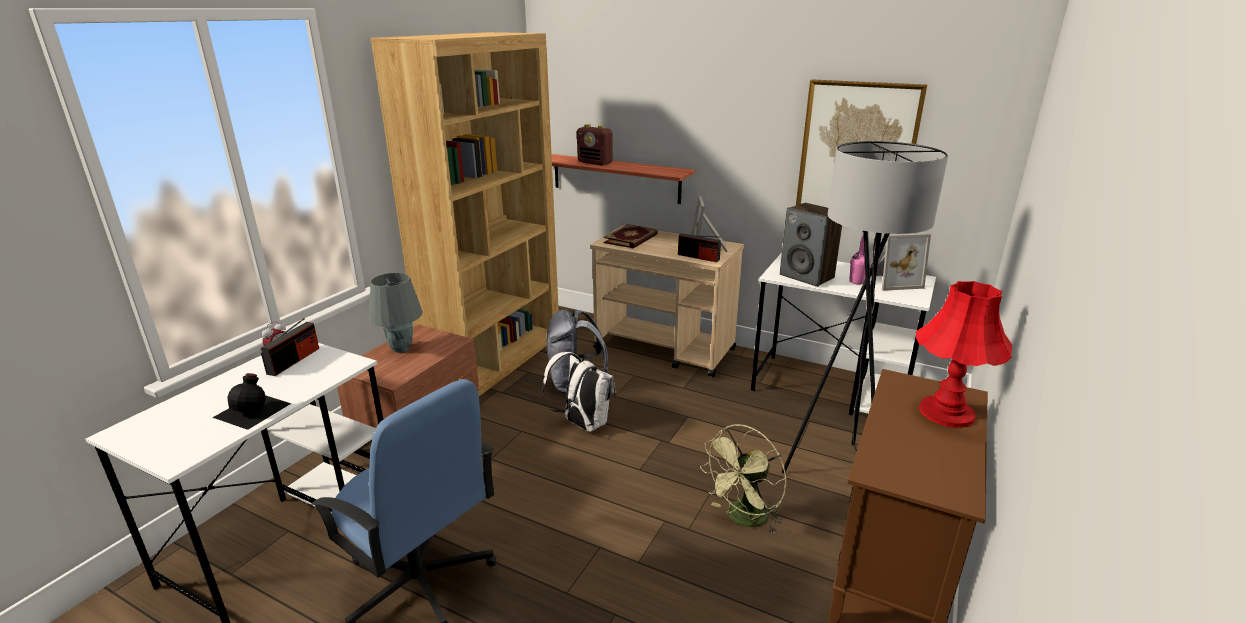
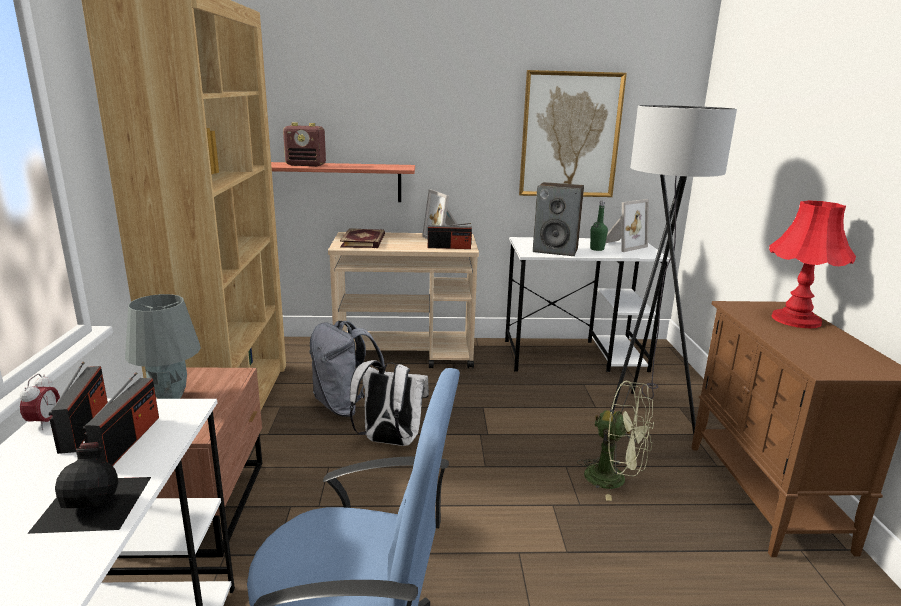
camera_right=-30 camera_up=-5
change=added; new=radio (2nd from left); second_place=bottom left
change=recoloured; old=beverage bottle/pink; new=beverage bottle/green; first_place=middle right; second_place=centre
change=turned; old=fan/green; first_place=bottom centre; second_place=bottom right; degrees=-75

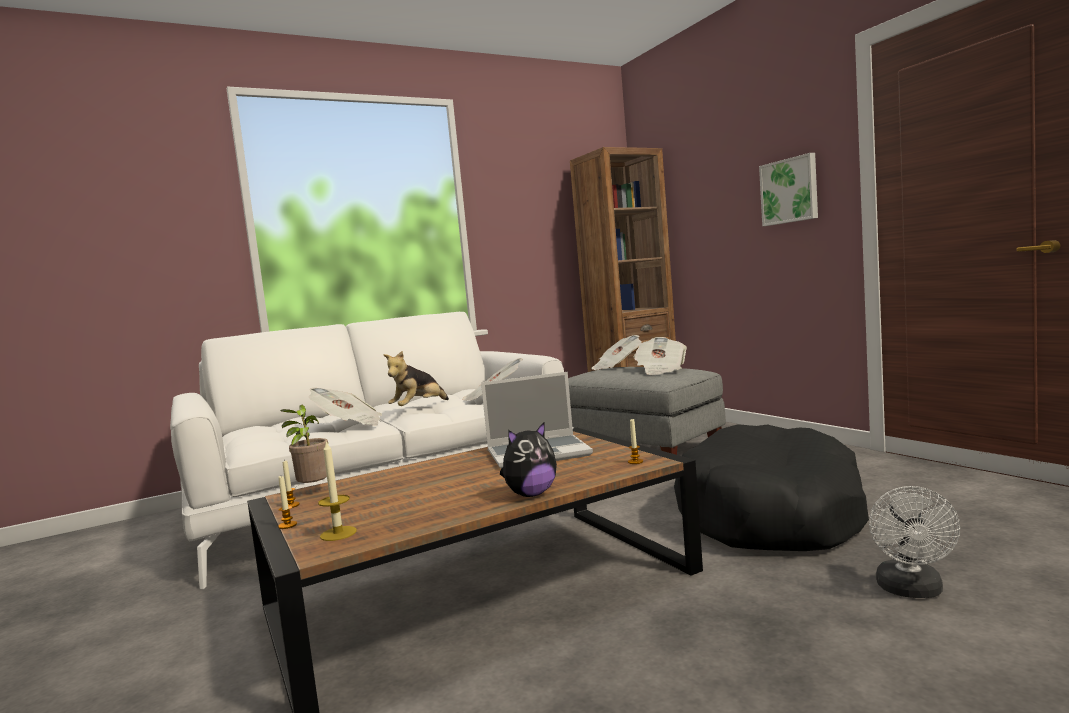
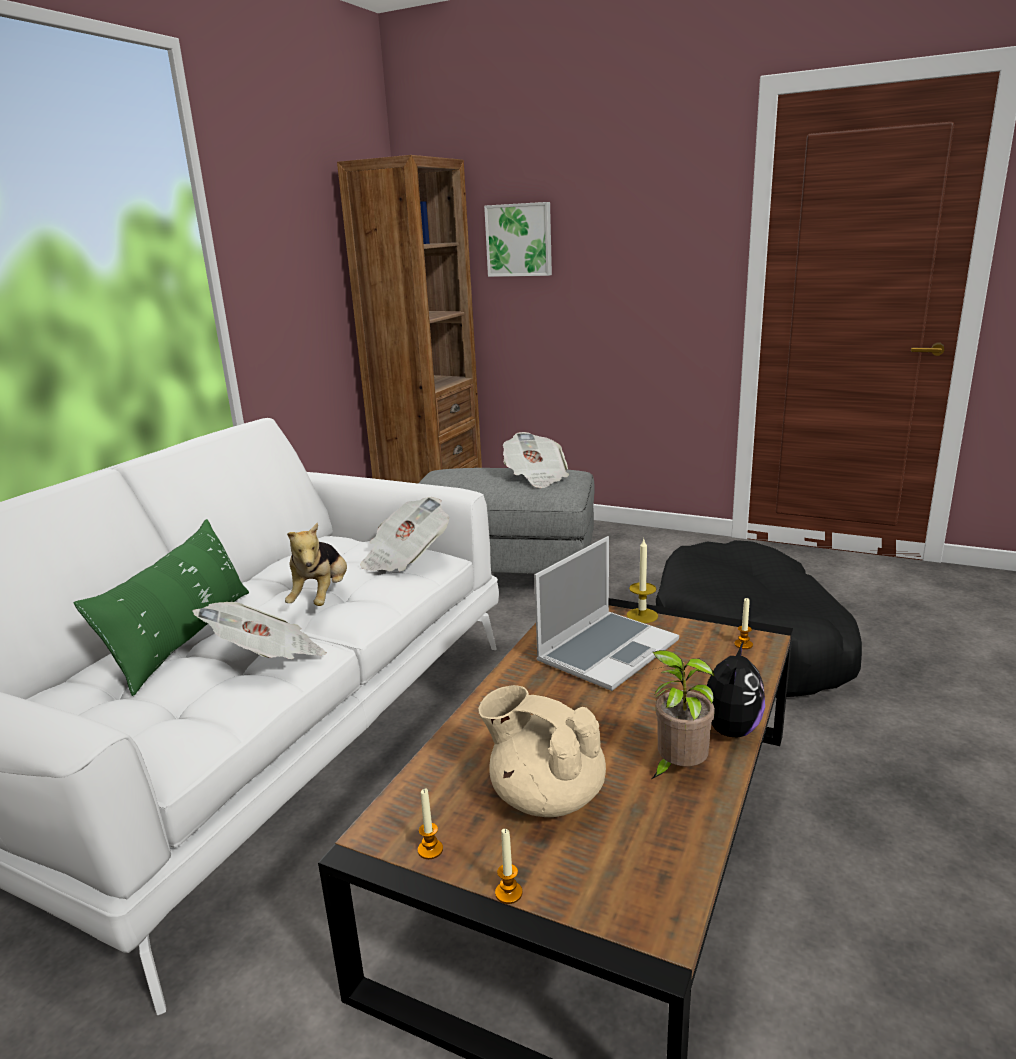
camera_right=-35 camera_up=15
change=removed; old=newspaper (3rd from left); first_place=centre
change=removed; old=fan/whitish; first_place=bottom right
change=added; new=throw pillow/green; second_place=middle left
change=added; new=pot for tea/sand-coloured; second_place=bottom centre
change=moved; old=houseplant; first_place=middle left; second_place=bottom right
change=moved; old=wax light (3rd from left); first_place=bottom left; second_place=centre
change=moved; old=picture; first_place=top right; second_place=top centre

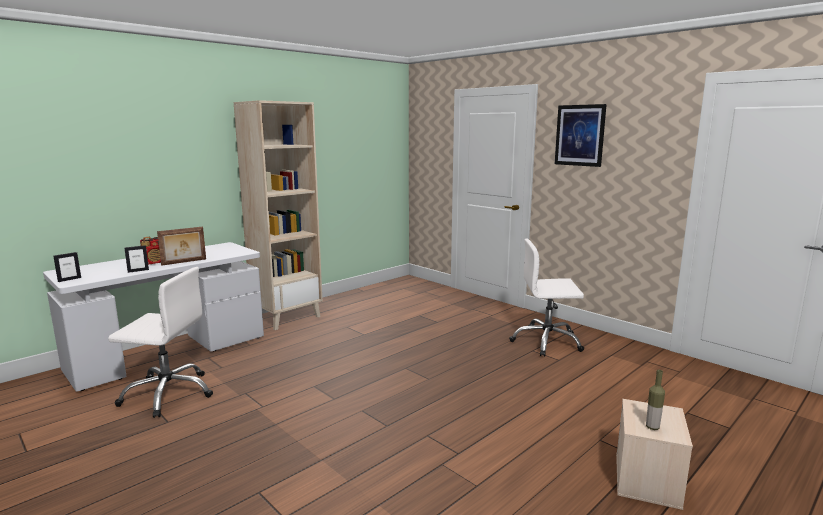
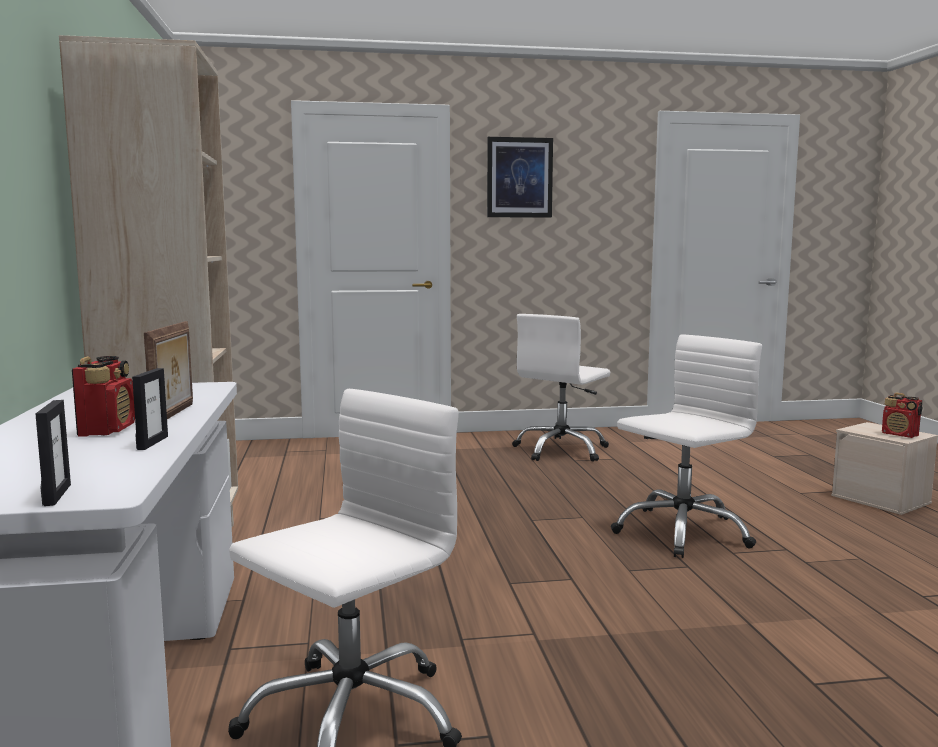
camera_right=-55 camera_up=-5
change=added; new=office chair/whitish (3rd from left); second_place=middle right
change=replaced; old=beverage bottle; new=radio (2nd from left); first_place=bottom right; second_place=middle right

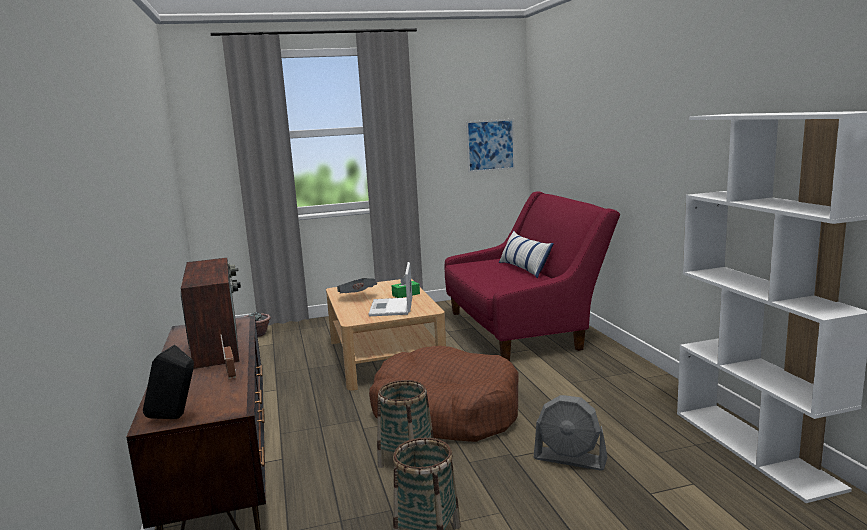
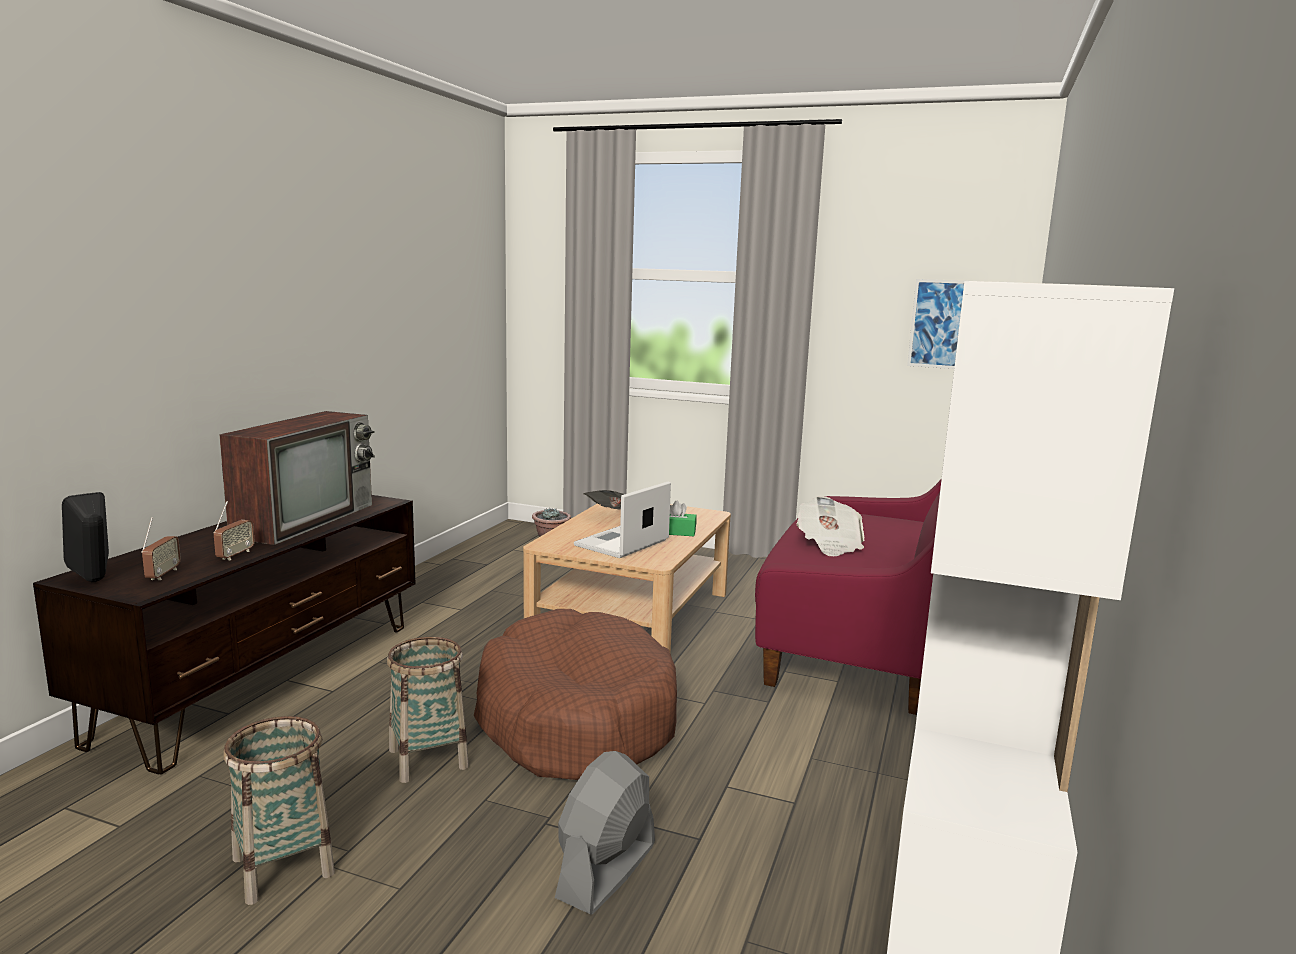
camera_right=35 camera_up=0
change=removed; old=throw pillow; first_place=centre
change=added; new=radio (1st from left); second_place=middle left
change=added; new=newspaper (2nd from left); second_place=centre
change=turned; old=fan/grey; first_place=bottom centre; second_place=bottom centre; degrees=60

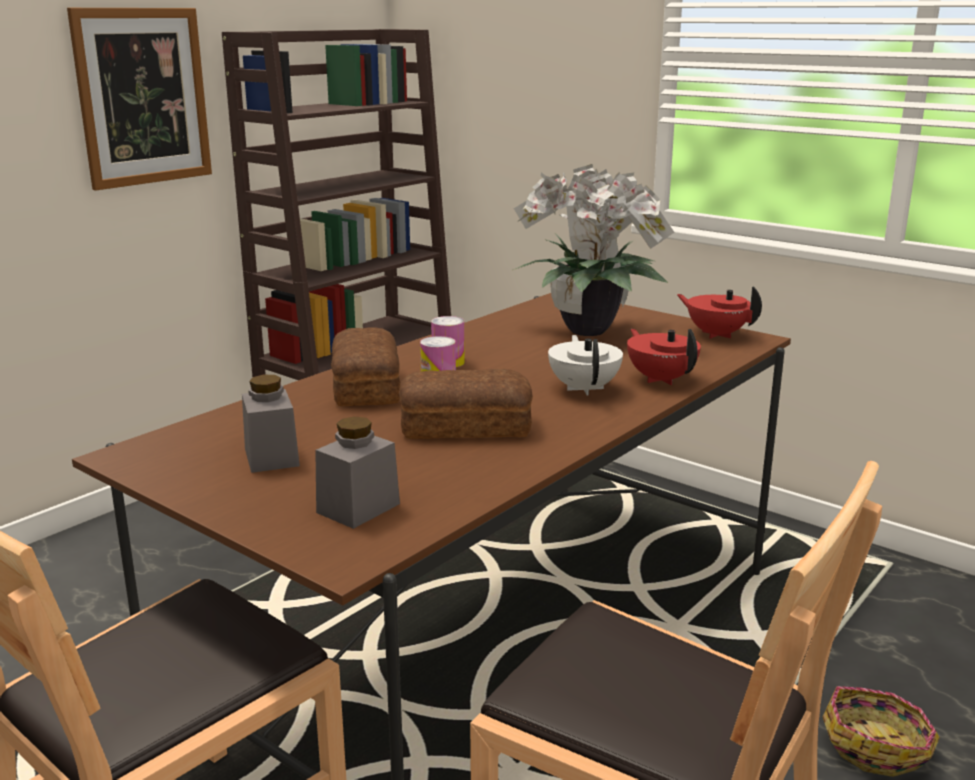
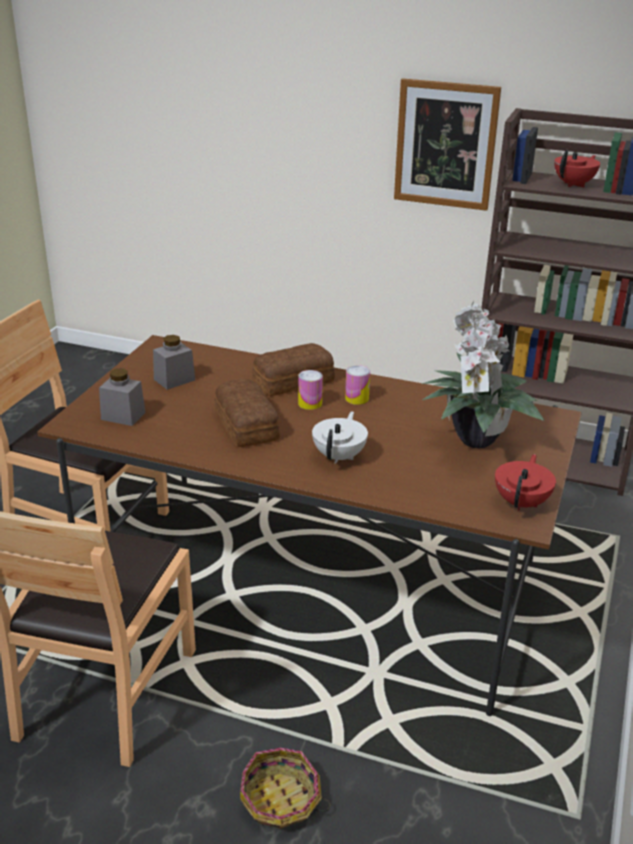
camera_right=70 camera_up=10
change=moved; old=pot for tea/red-coloured (1st from left in the first image); new=pot for tea/red-coloured (2nd from left); first_place=middle right; second_place=top right
change=turned; old=pot for tea/whitish; first_place=centre; second_place=centre; degrees=-45

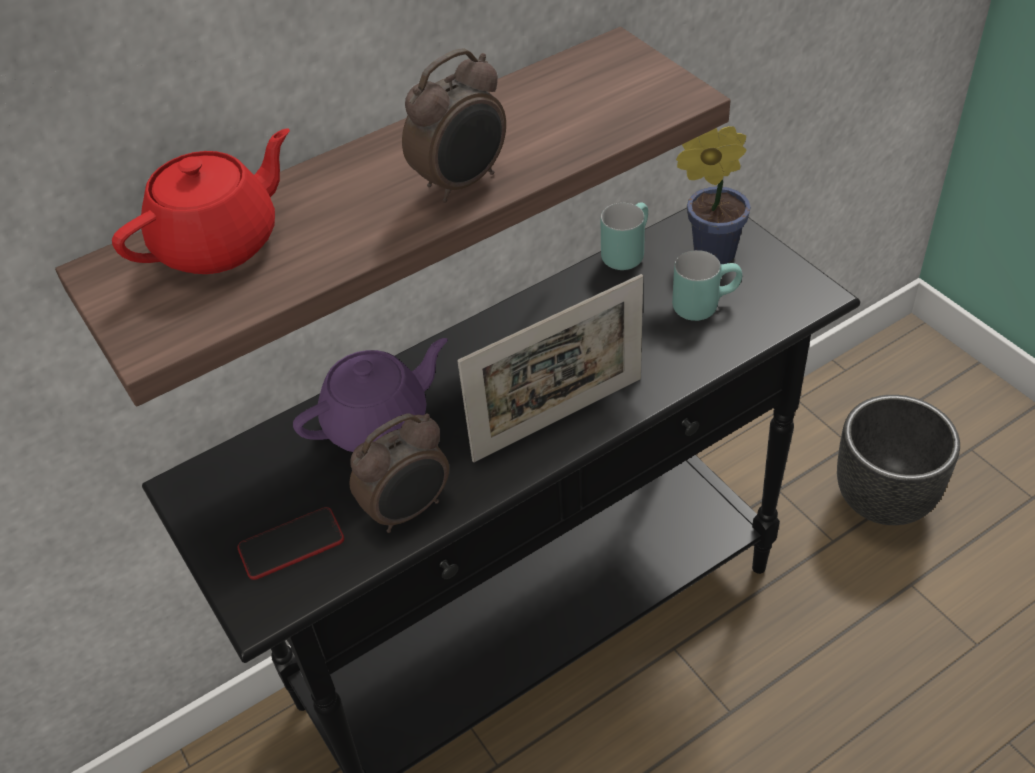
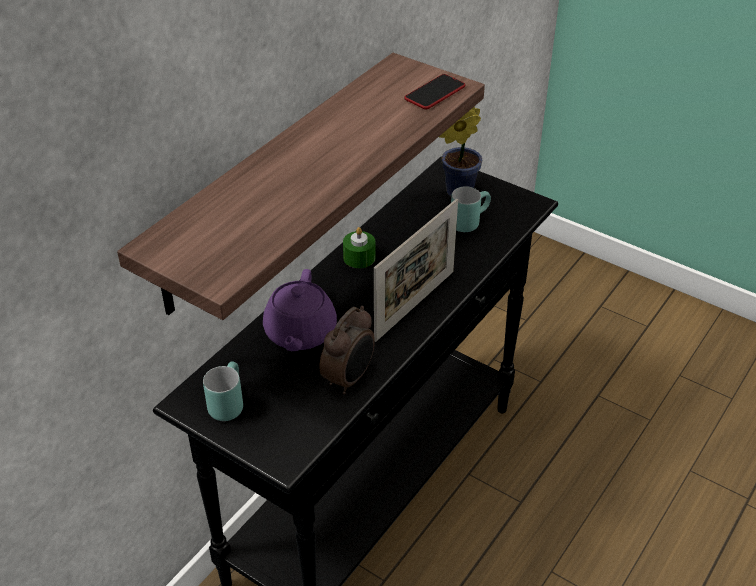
camera_right=-25 camera_up=-5
change=removed; old=pot for tea/red-coloured; first_place=top left
change=removed; old=bedside clock (2nd from left); first_place=top centre
change=removed; old=flower pot/blackish; first_place=middle right
change=added; new=wax light/green; second_place=centre
change=moved; old=handset; first_place=bottom left; second_place=top centre
change=moved; old=mug/turquoise-coloured (1st from left); first_place=top centre; second_place=bottom left
change=turned; old=pot for tea/purple; first_place=centre; second_place=centre; degrees=150

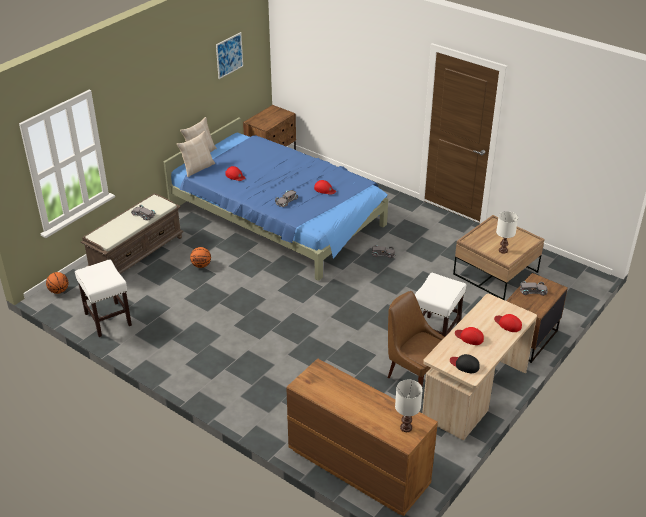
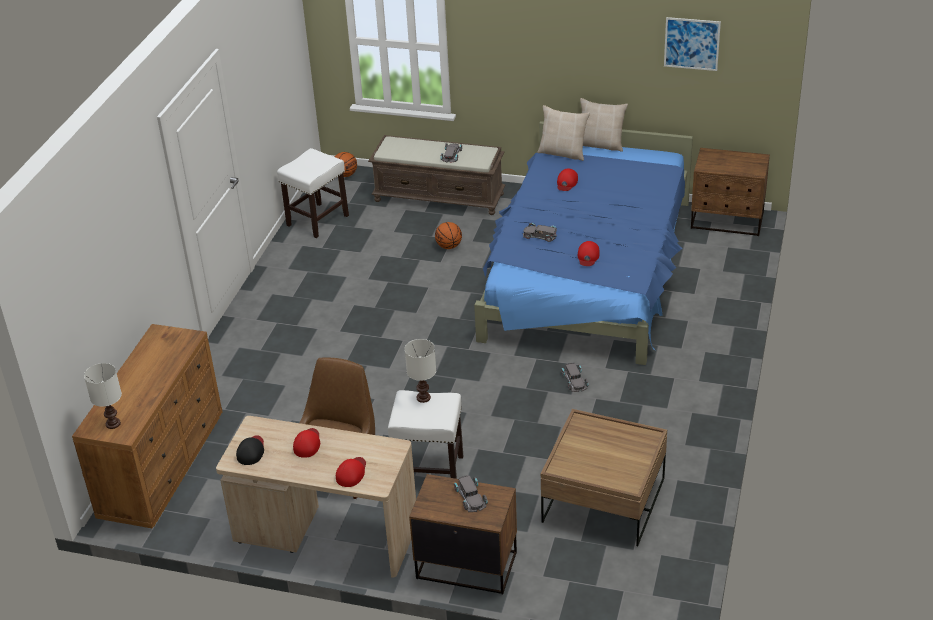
camera_right=70 camera_up=0
change=moved; old=table lamp/whitish (2nd from left); first_place=middle right; second_place=centre

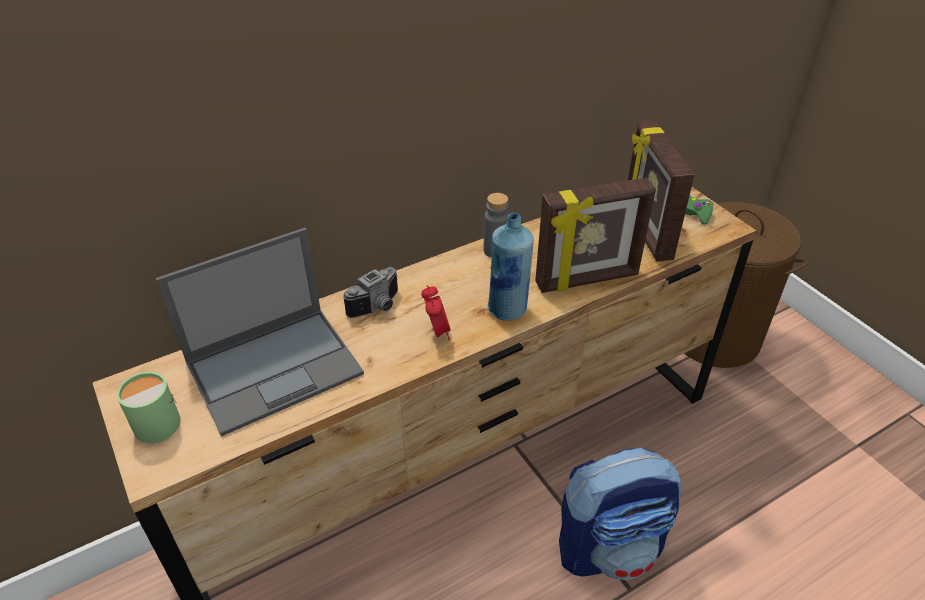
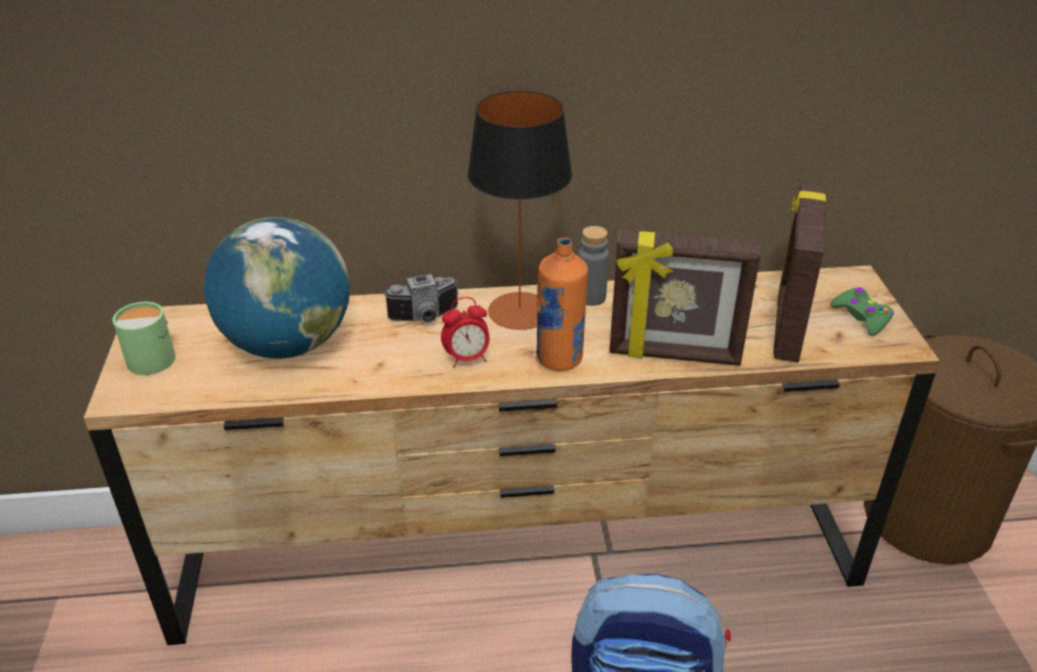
camera_right=25 camera_up=-5
change=added; new=table lamp; second_place=top centre
change=replaced; old=laptop; new=desk globe; first_place=middle left; second_place=middle left
change=recoloured; old=beverage bottle/bluish; new=beverage bottle/orangey; first_place=centre; second_place=centre
change=turned; old=bedside clock; first_place=centre; second_place=centre; degrees=60

